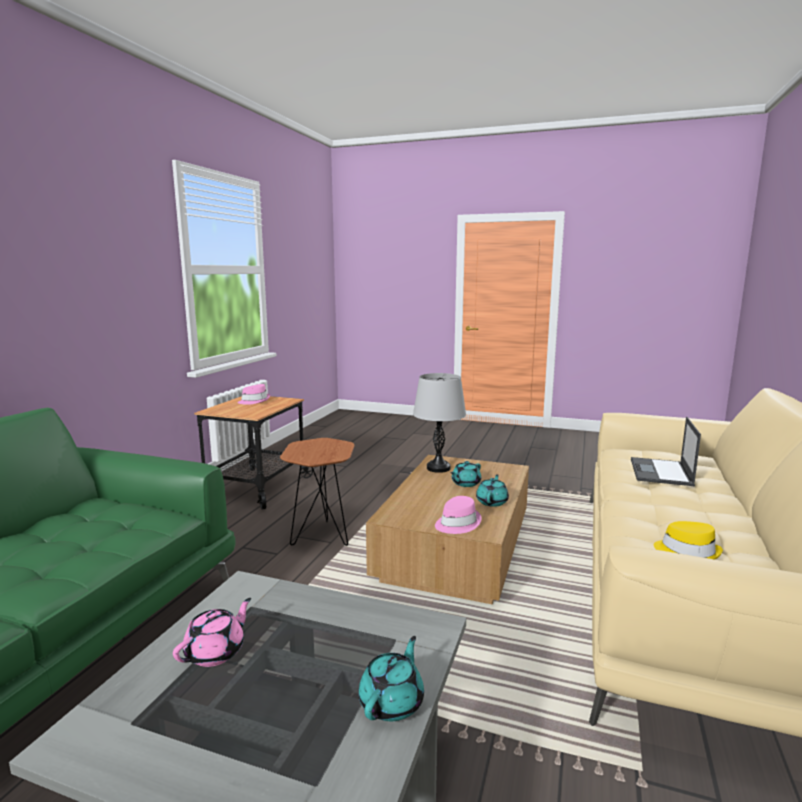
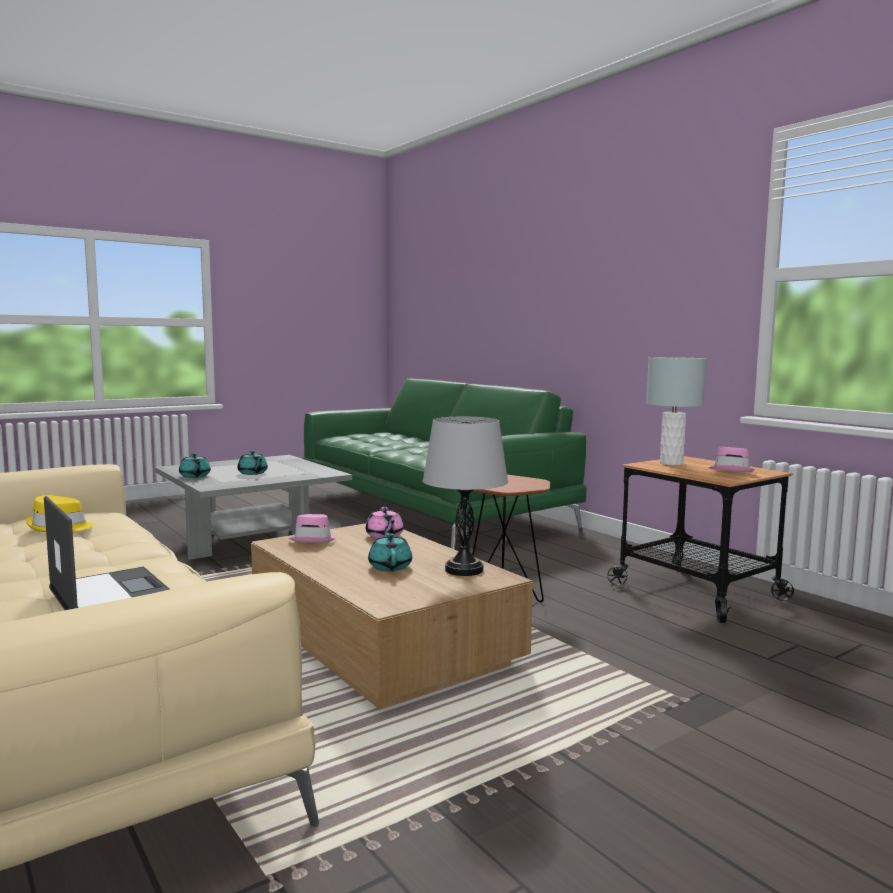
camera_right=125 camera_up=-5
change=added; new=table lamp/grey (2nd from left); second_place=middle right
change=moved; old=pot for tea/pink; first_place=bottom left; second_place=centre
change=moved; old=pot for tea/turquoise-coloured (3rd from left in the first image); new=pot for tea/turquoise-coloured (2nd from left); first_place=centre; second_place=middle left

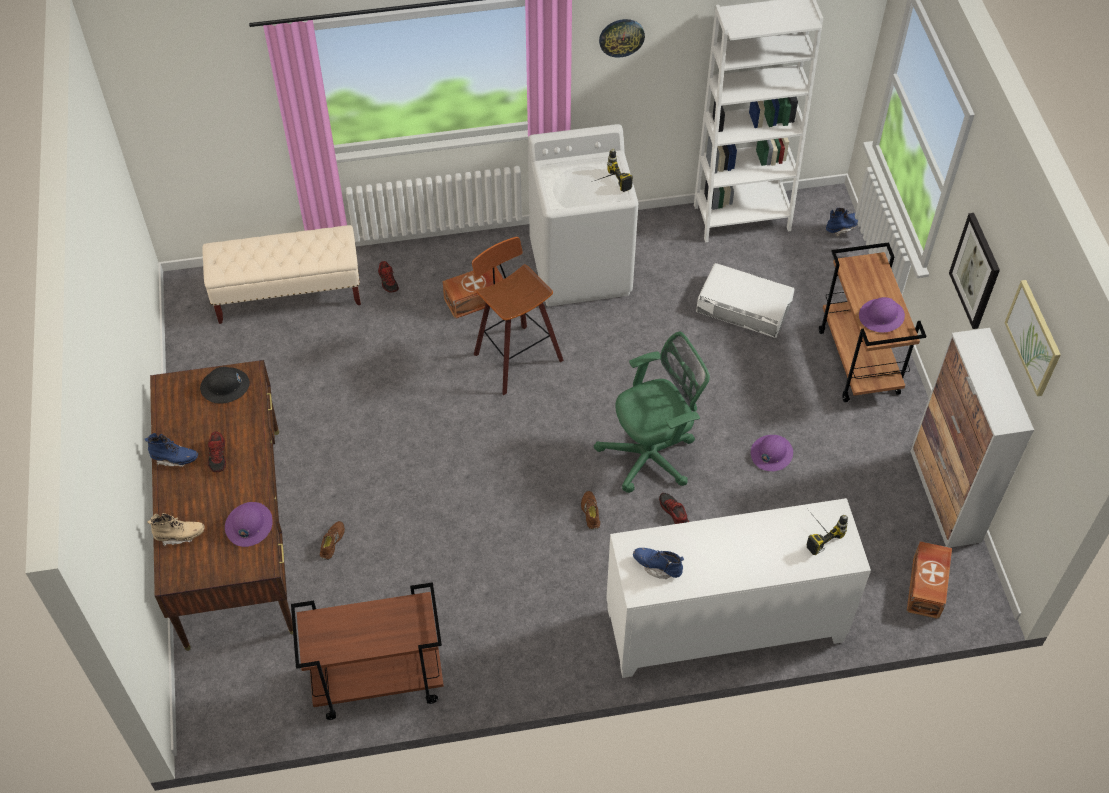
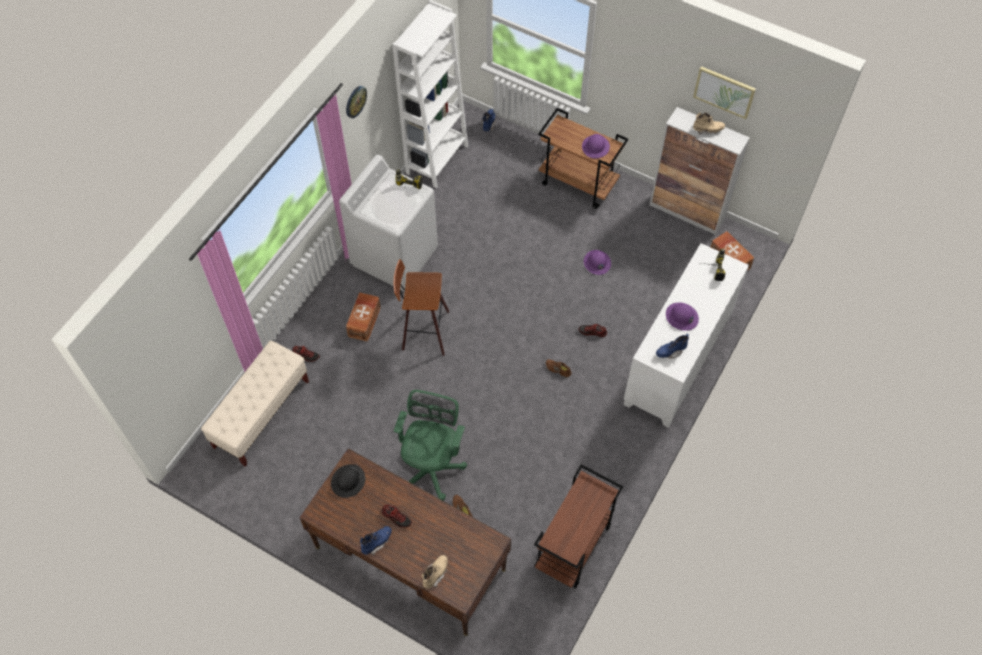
camera_right=-50 camera_up=5
change=removed; old=storage container/whitish; first_place=middle right
change=removed; old=picture (1st from left); first_place=middle right
change=added; new=boot/sand-coloured (2nd from left); second_place=top right
change=moved; old=safety helmet/purple (1st from left in the first image); new=safety helmet/purple (3rd from left); first_place=middle left; second_place=middle right
change=moved; old=office chair/green; first_place=centre; second_place=bottom centre

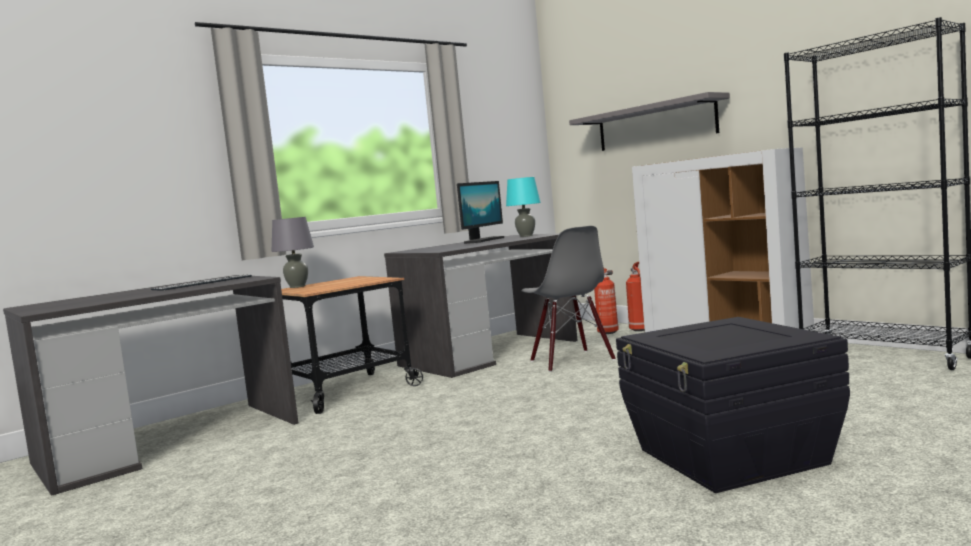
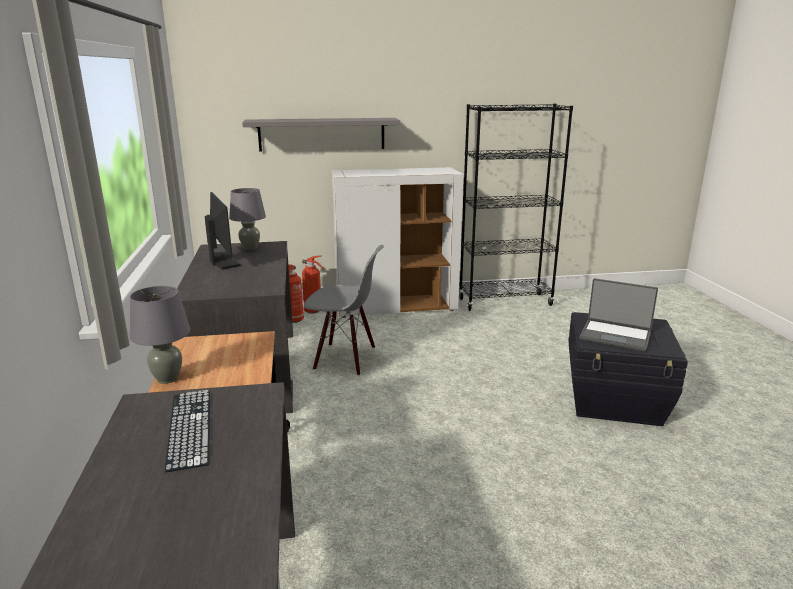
camera_right=-60 camera_up=15
change=added; new=laptop; second_place=middle right
change=recoloured; old=table lamp/turquoise-coloured; new=table lamp/grey (2nd from left); first_place=centre; second_place=middle left

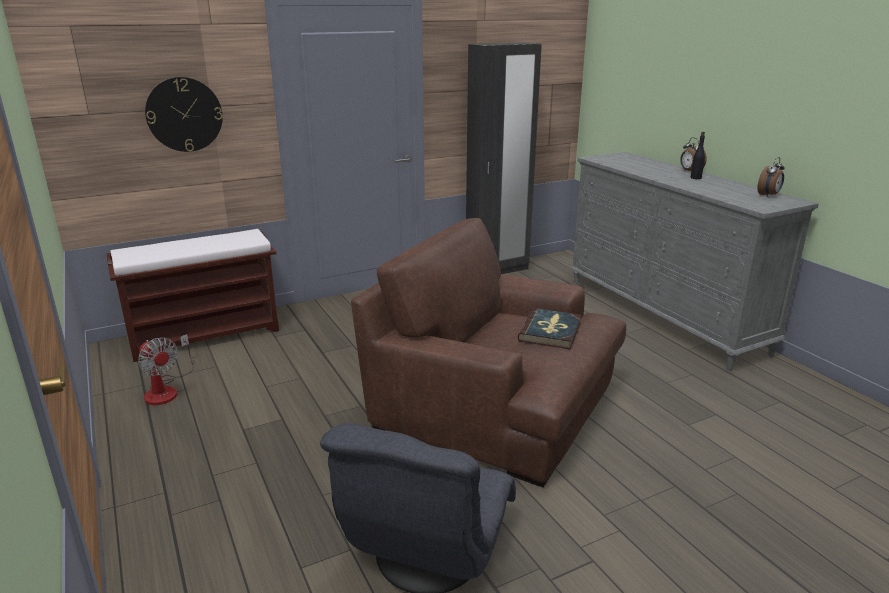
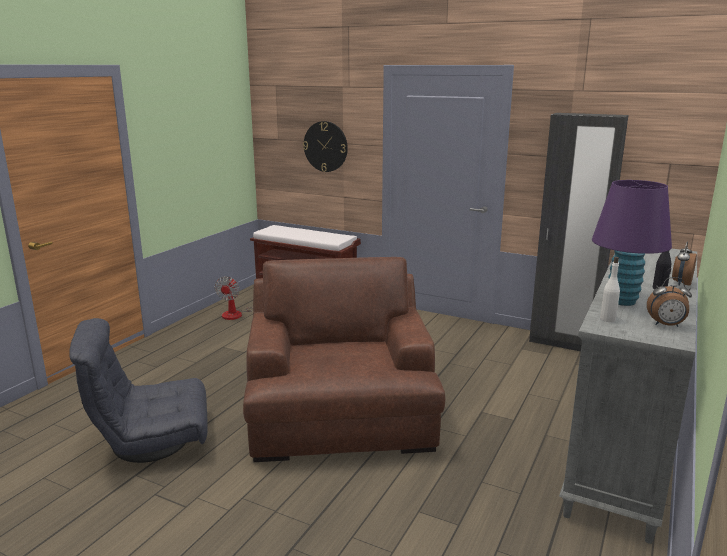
camera_right=55 camera_up=-5
change=removed; old=book; first_place=centre
change=added; new=table lamp/purple; second_place=middle right
change=added; new=beverage bottle/whitish; second_place=middle right

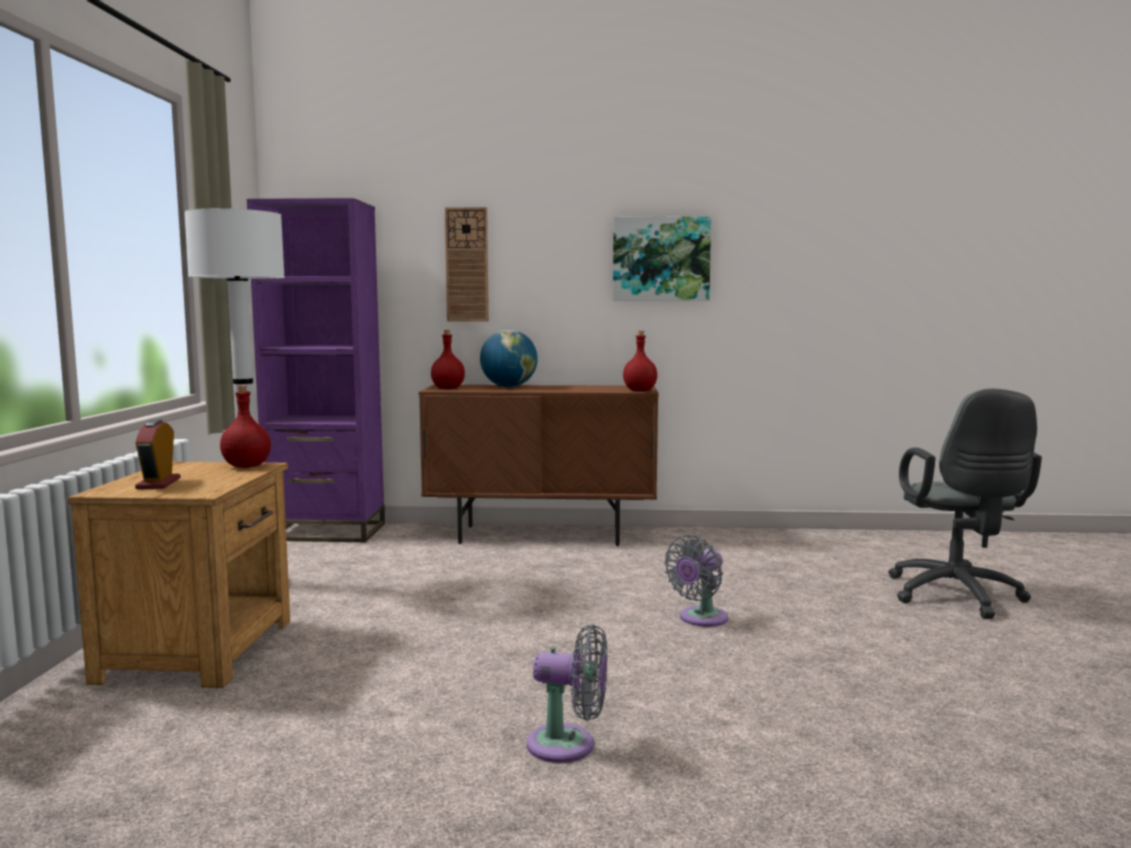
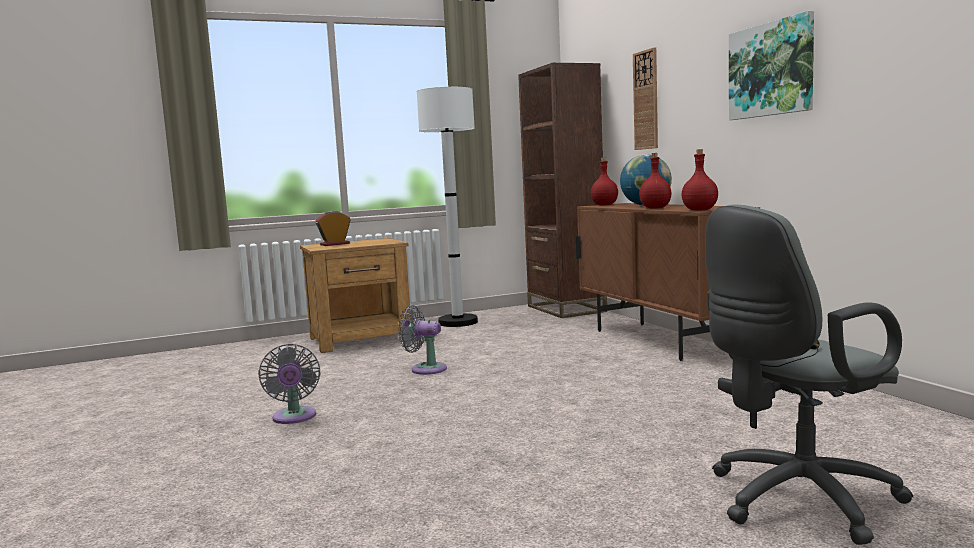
camera_right=65 camera_up=0
change=moved; old=beverage bottle/red-coloured (1st from left in the first image); new=beverage bottle/red-coloured (2nd from left); first_place=middle left; second_place=top right
change=moved; old=fan/grey (2nd from left); first_place=bottom centre; second_place=centre
change=recoloured; old=bookshelf/purple; new=bookshelf/brownish; first_place=middle left; second_place=centre

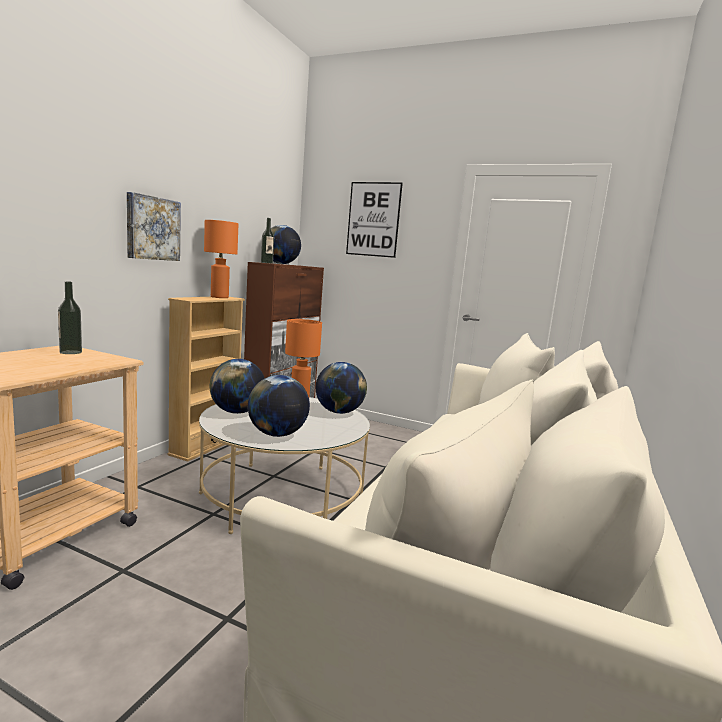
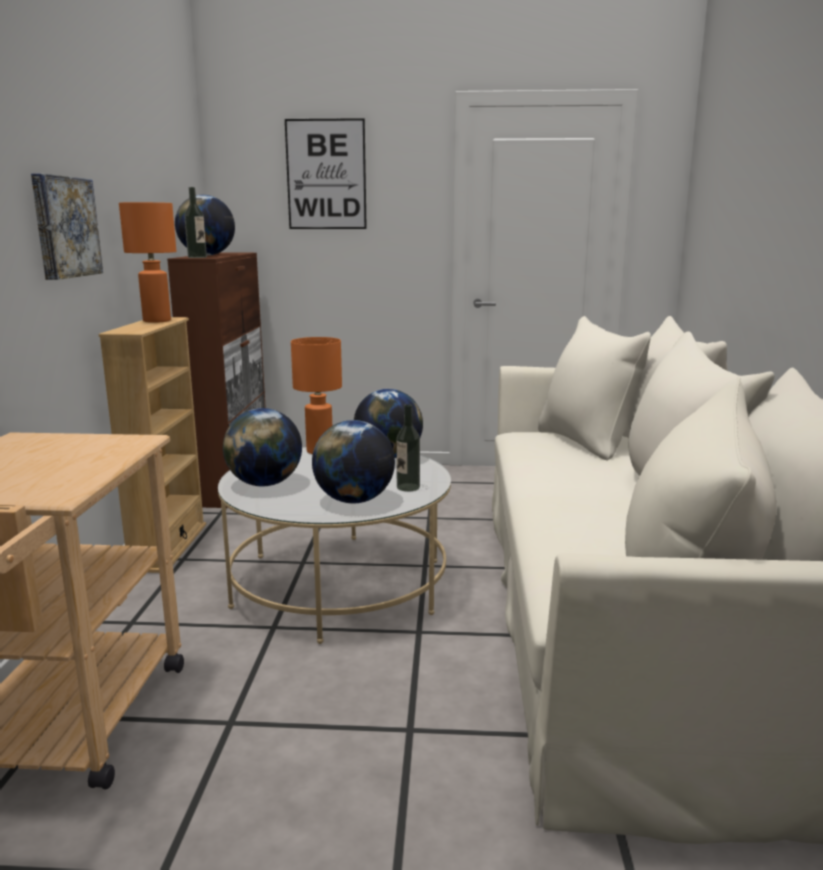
camera_right=-20 camera_up=5
change=moved; old=beverage bottle (1st from left in the first image); new=beverage bottle (2nd from left); first_place=middle left; second_place=centre

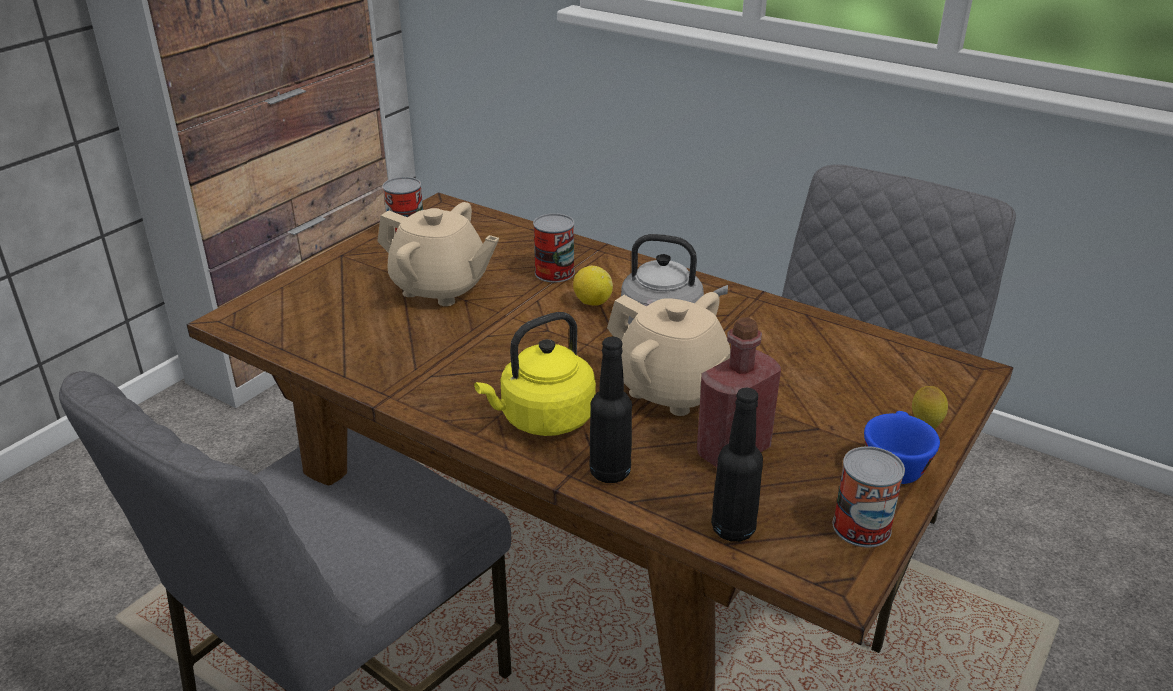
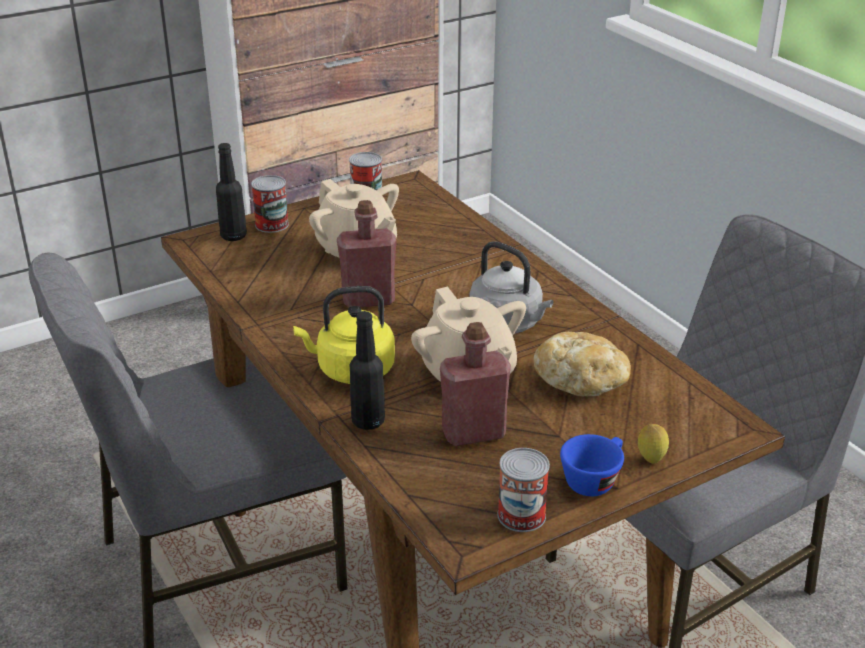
camera_right=25 camera_up=0
change=removed; old=lemon (1st from left); first_place=centre
change=added; new=beverage bottle/red-coloured (1st from left); second_place=centre
change=added; new=bakery bread; second_place=middle right
change=moved; old=can (2nd from left in the first image); new=can (1st from left); first_place=centre; second_place=top left
change=moved; old=beverage bottle/blackish (2nd from left in the first image); new=beverage bottle/blackish (1st from left); first_place=bottom centre; second_place=top left

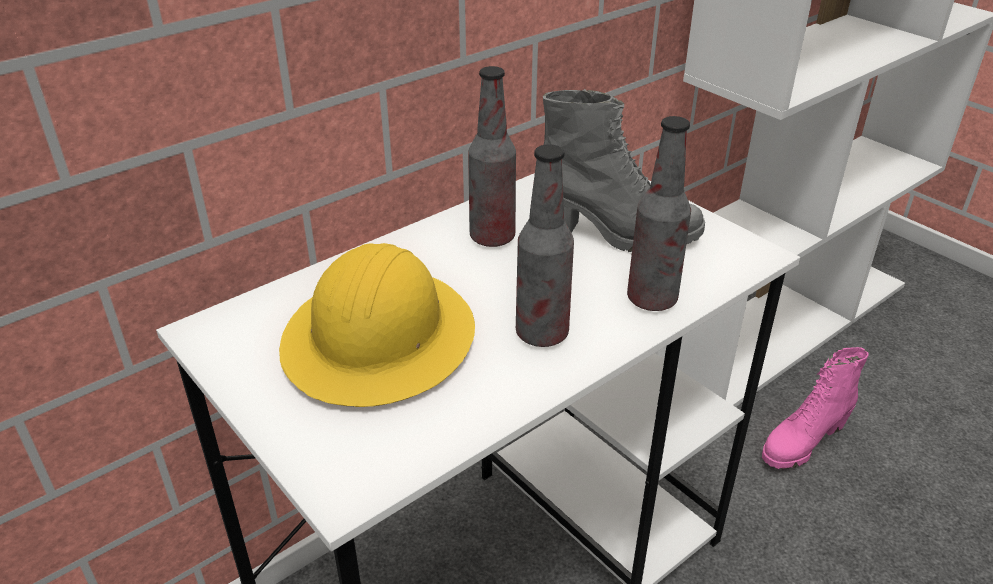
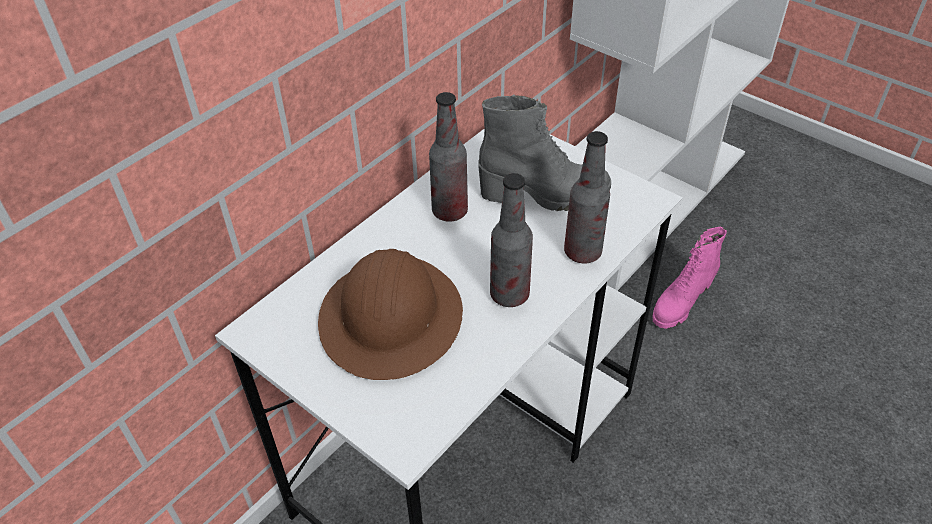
camera_right=-10 camera_up=10
change=recoloured; old=safety helmet/yellowish; new=safety helmet/brownish; first_place=centre; second_place=centre

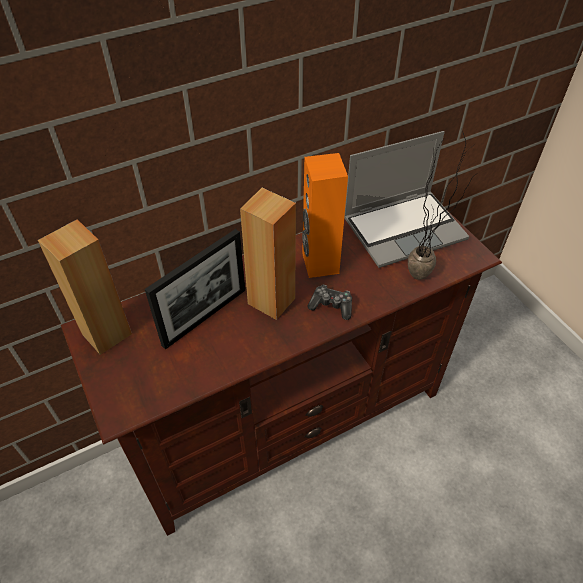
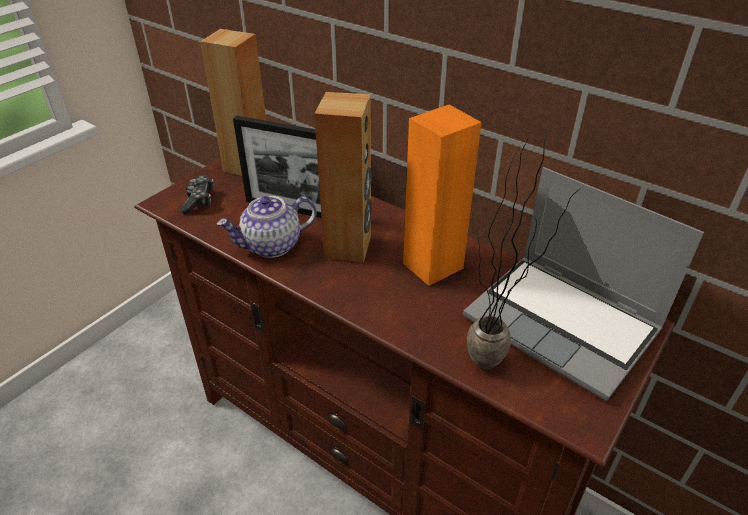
camera_right=65 camera_up=-10
change=added; new=pot for tea; second_place=centre
change=moved; old=joypad; first_place=centre; second_place=middle left

